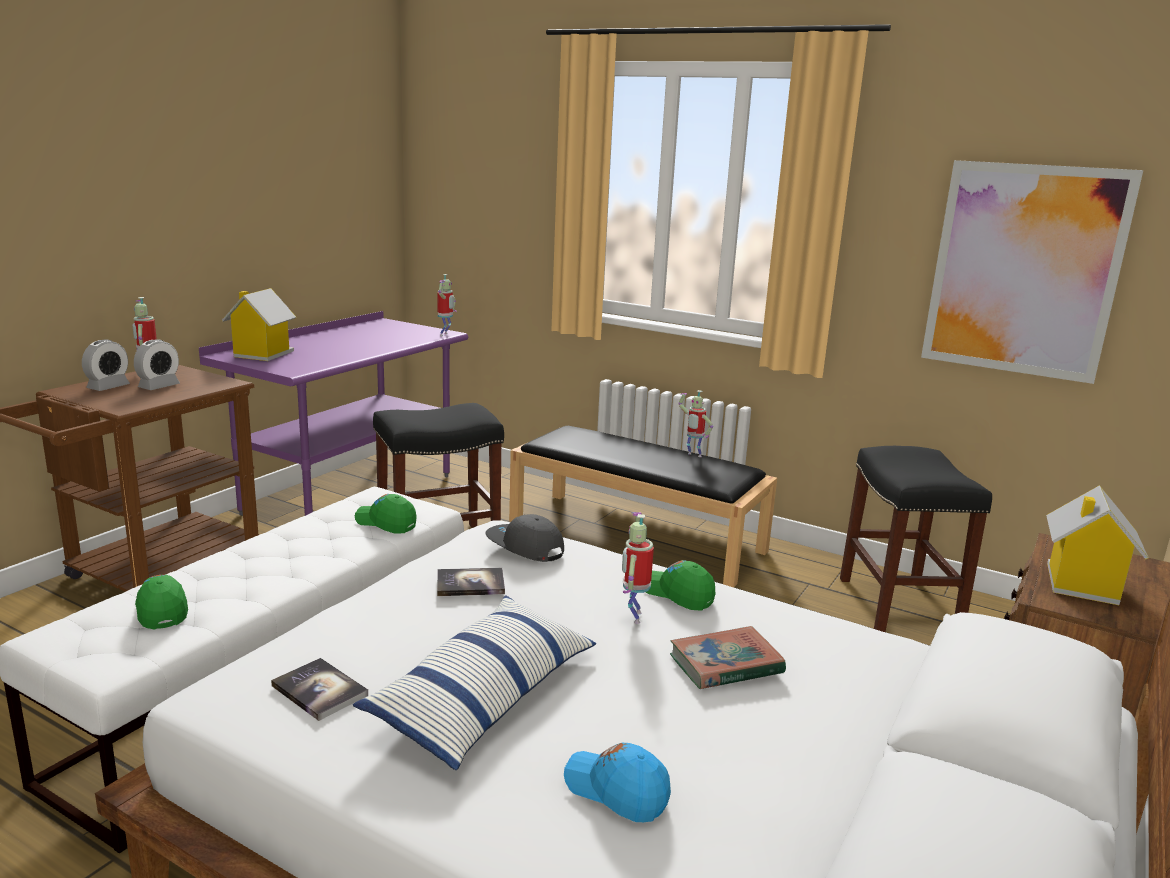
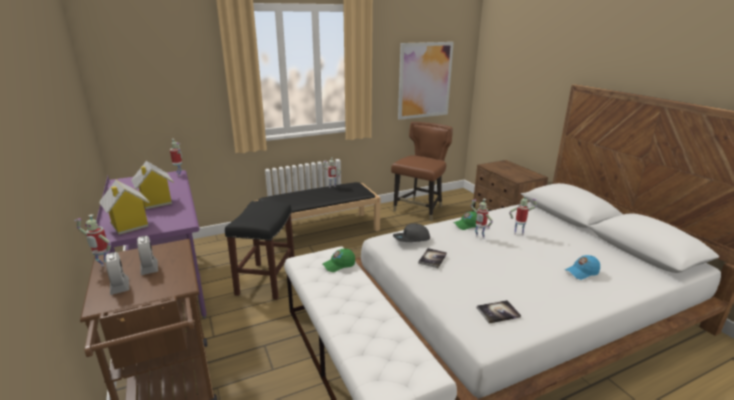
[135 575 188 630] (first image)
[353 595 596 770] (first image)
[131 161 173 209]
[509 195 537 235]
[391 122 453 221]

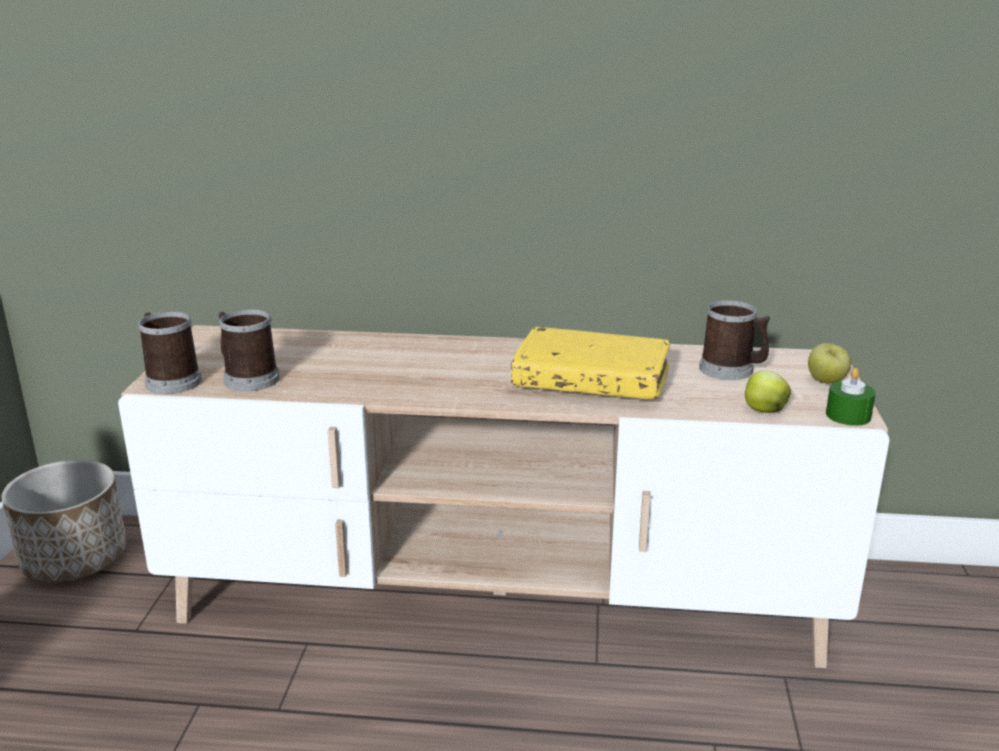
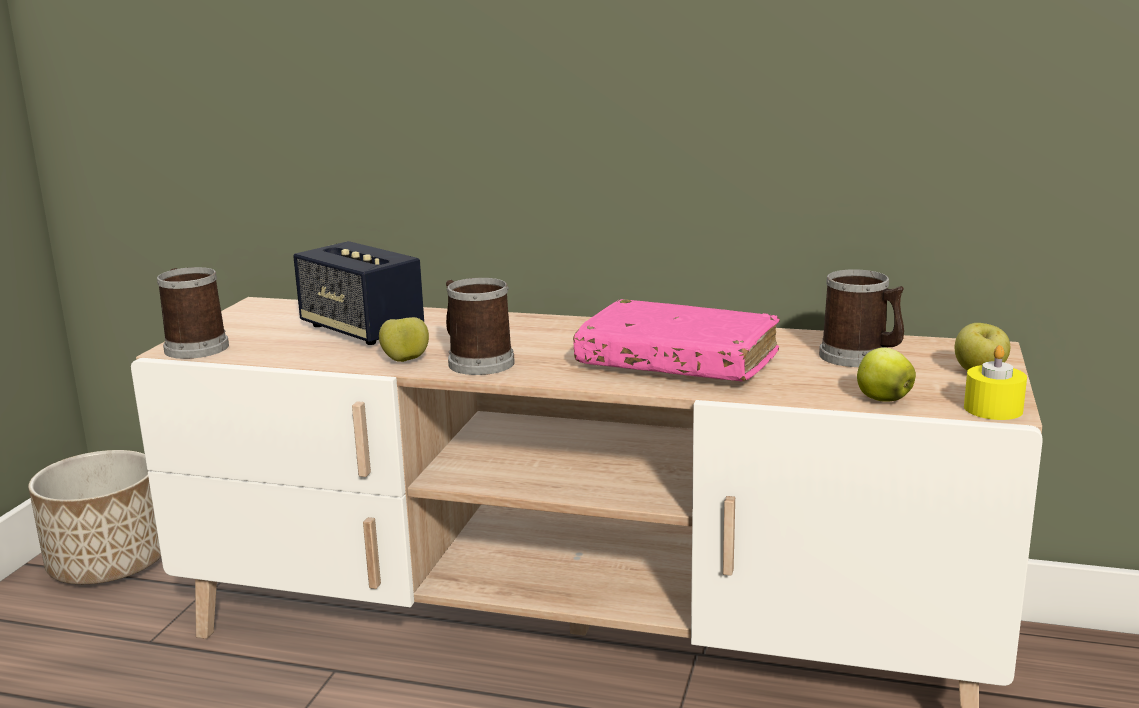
[293 241 424 345]
[379 317 429 362]
[446 278 515 375]
[573 299 780 382]
[964 345 1027 420]

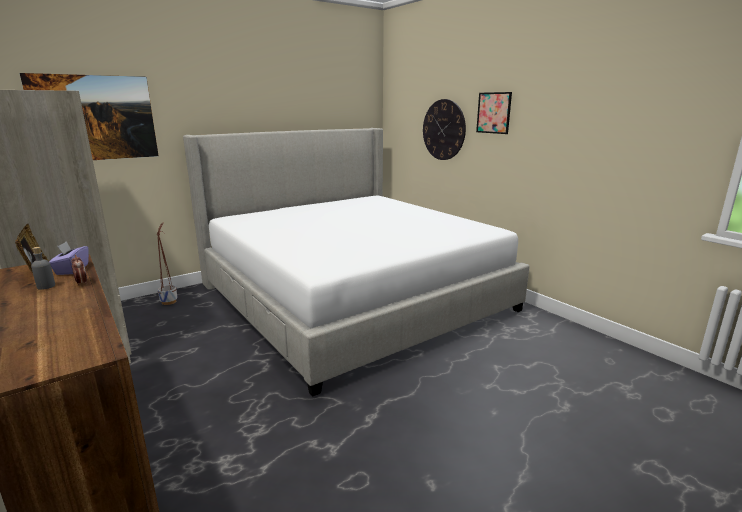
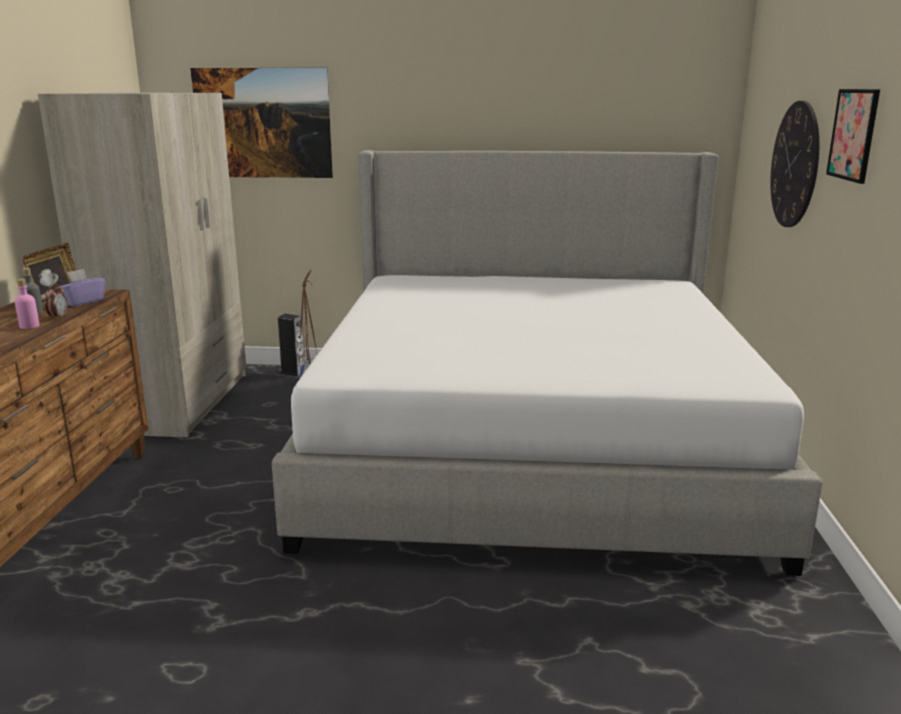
[15 279 40 329]
[278 314 305 377]

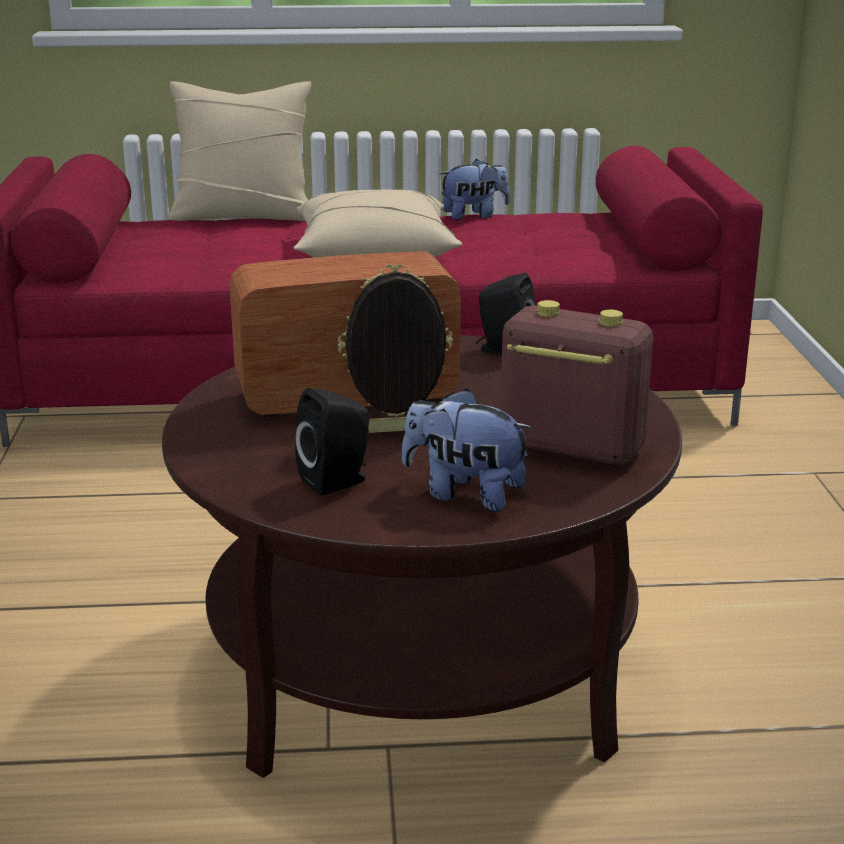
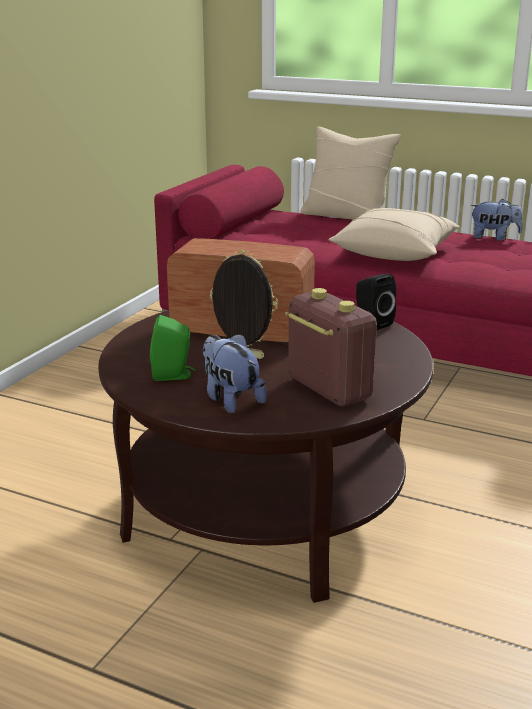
[150 315 195 381]

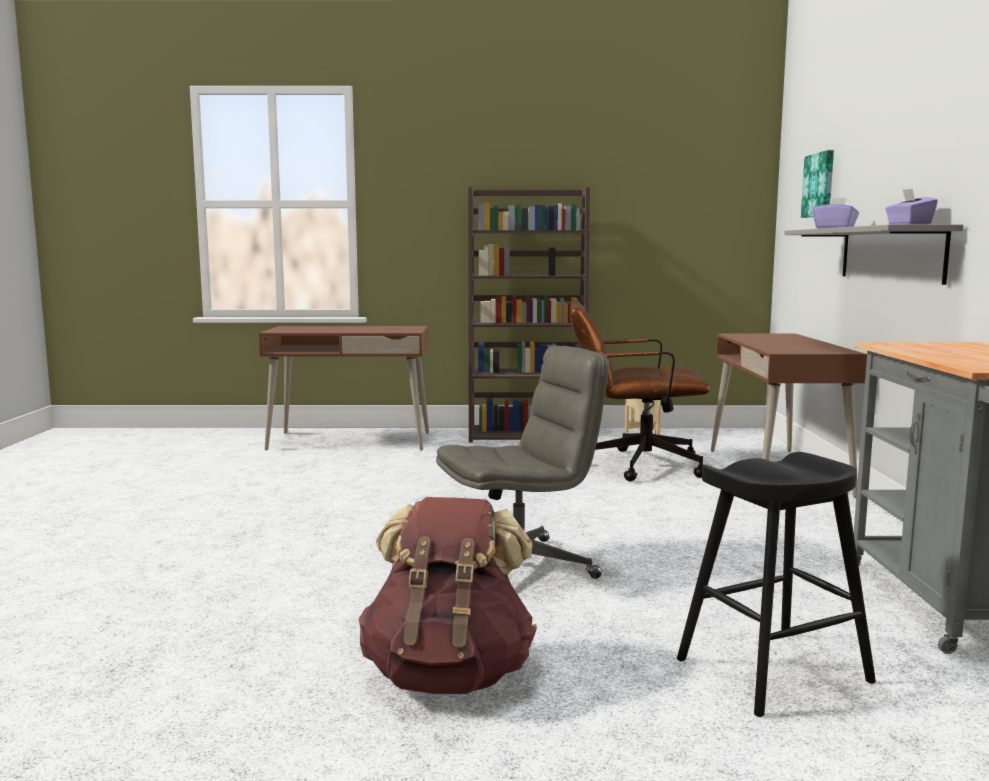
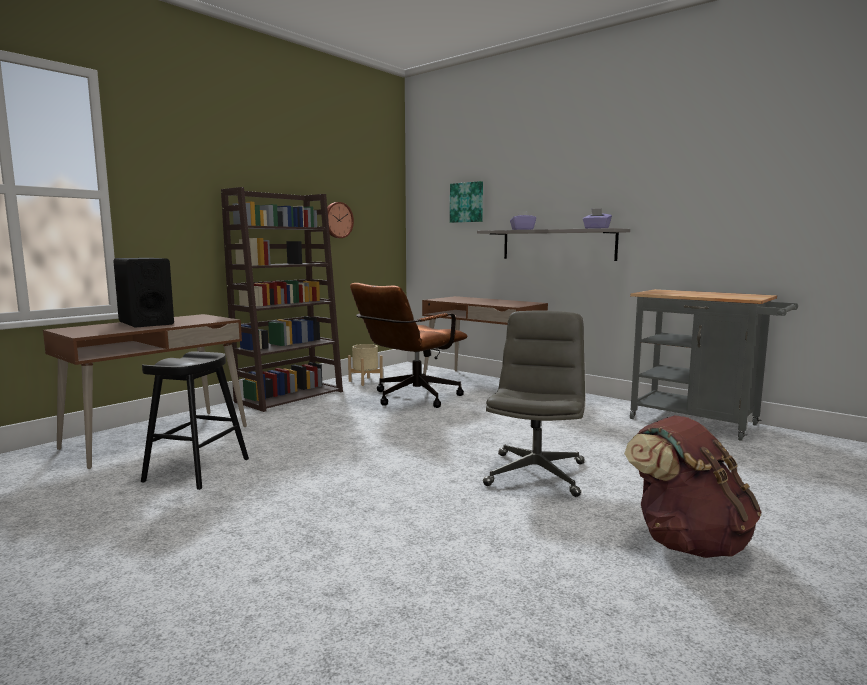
[113 258 174 328]
[327 202 354 238]
[141 351 249 490]

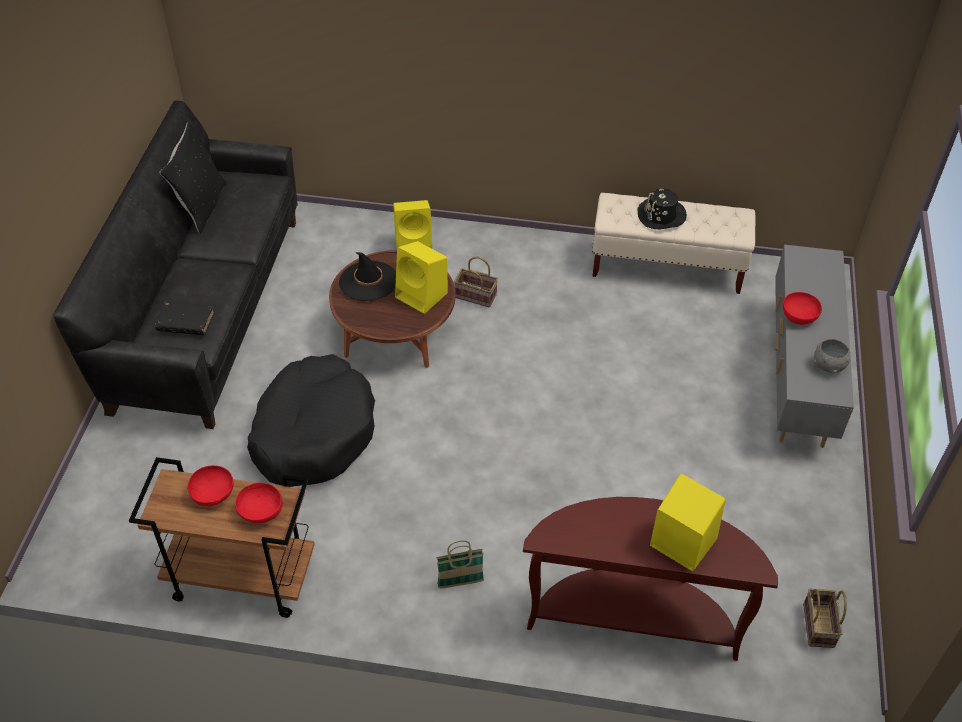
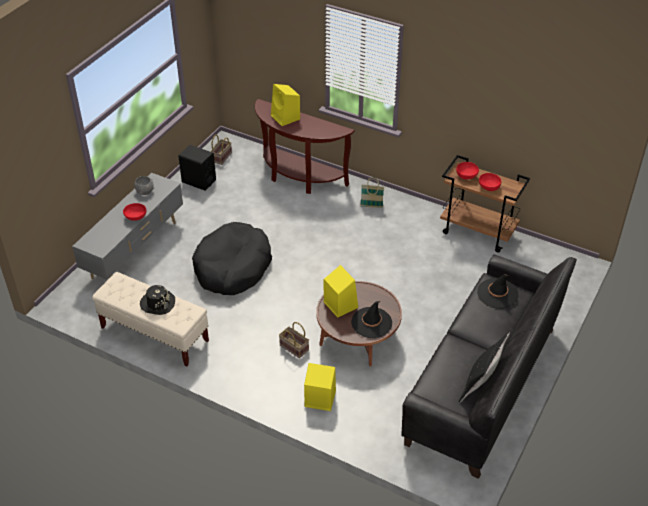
[178 145 216 191]
[192 222 272 295]
[477 274 518 309]

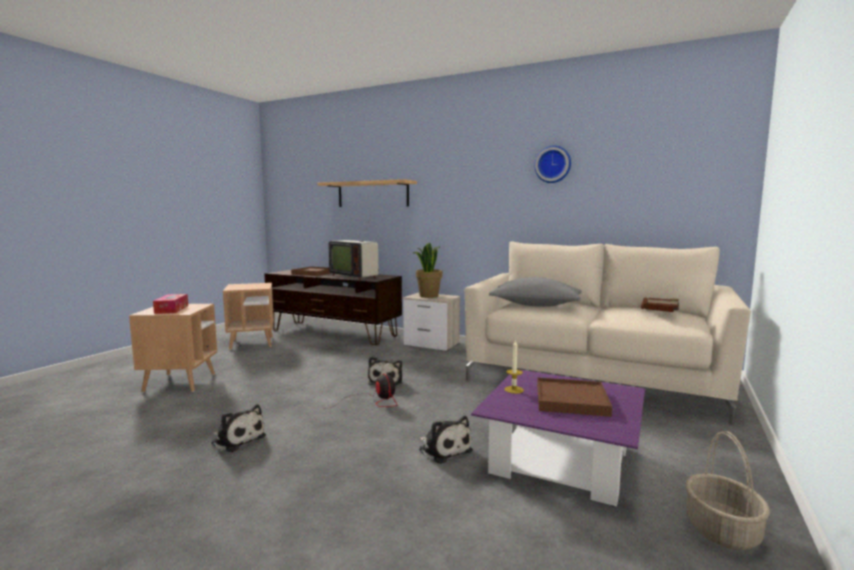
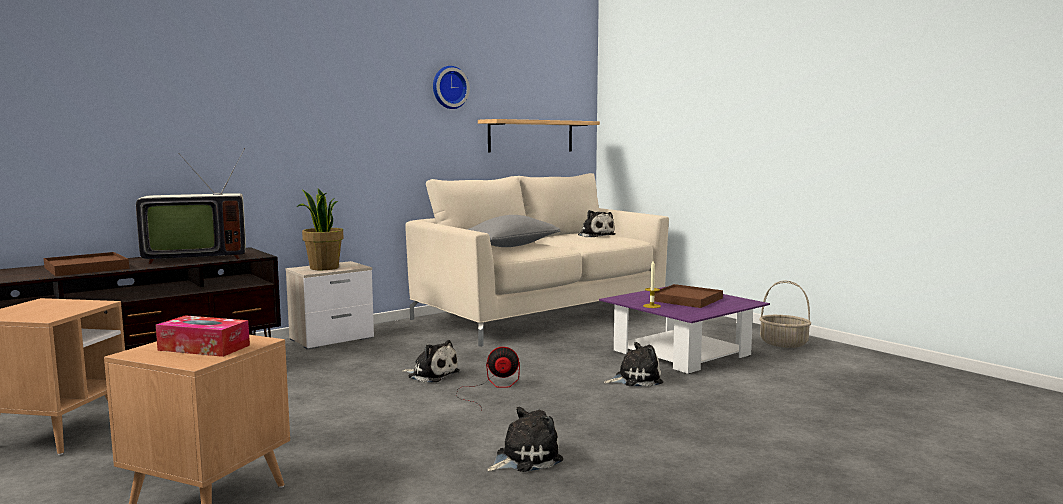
[478 119 600 152]
[577 210 615 237]

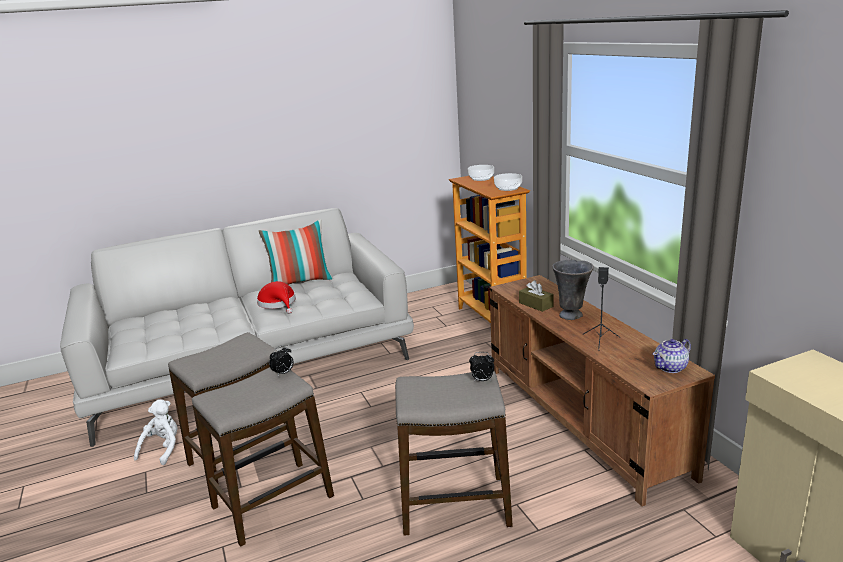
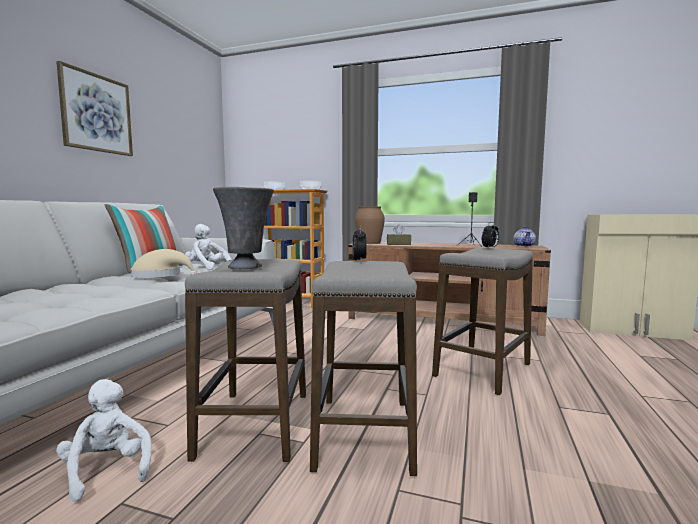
[56 61 133 156]
[185 224 232 270]
[355 206 385 244]
[213 187 274 269]
[130 249 197 278]

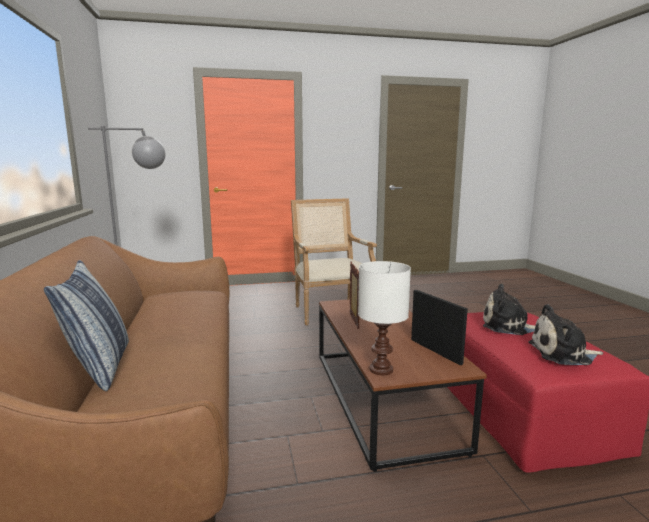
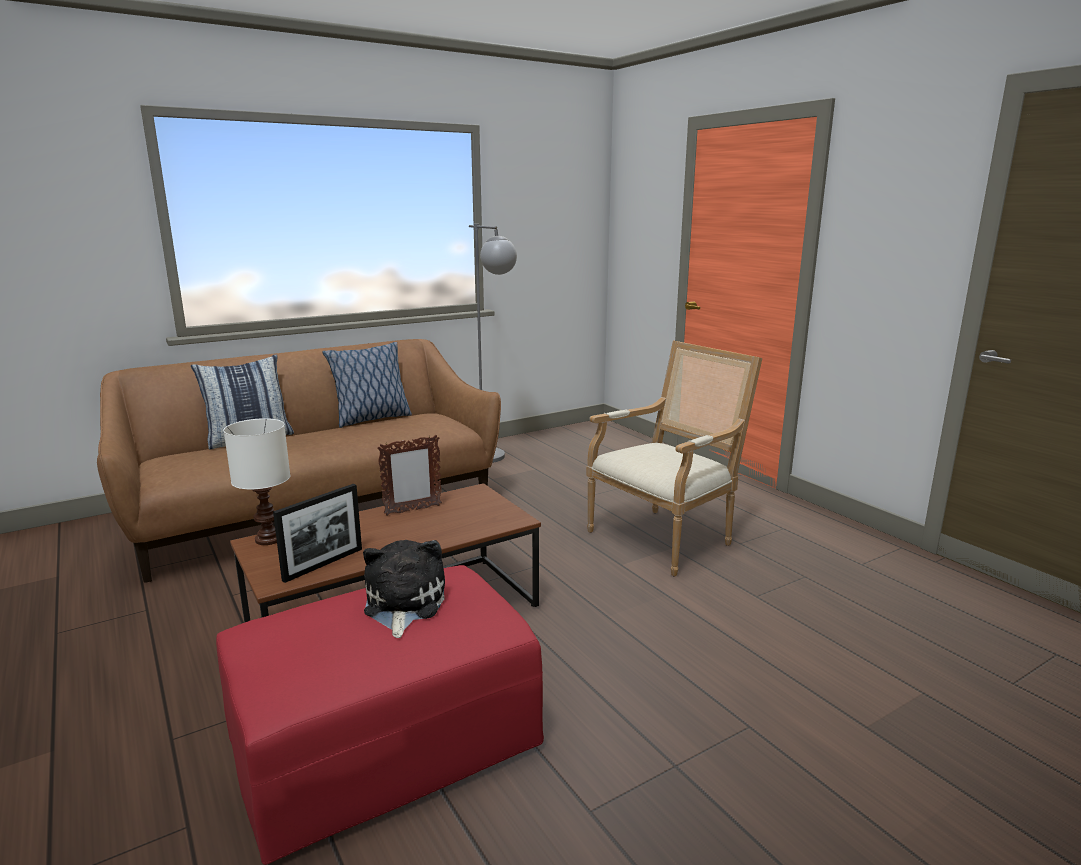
[528 304 603 365] (first image)
[322 342 412 428]

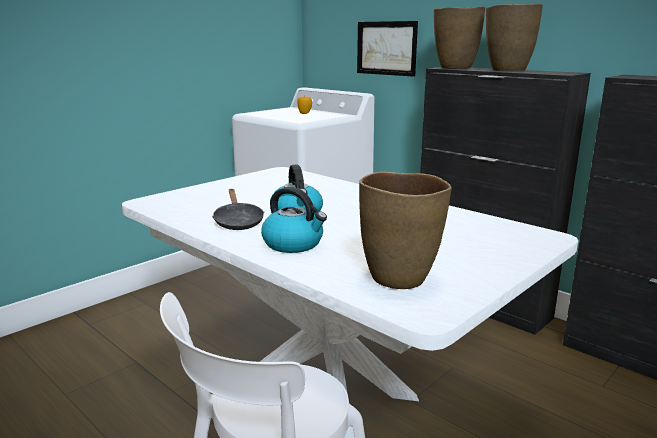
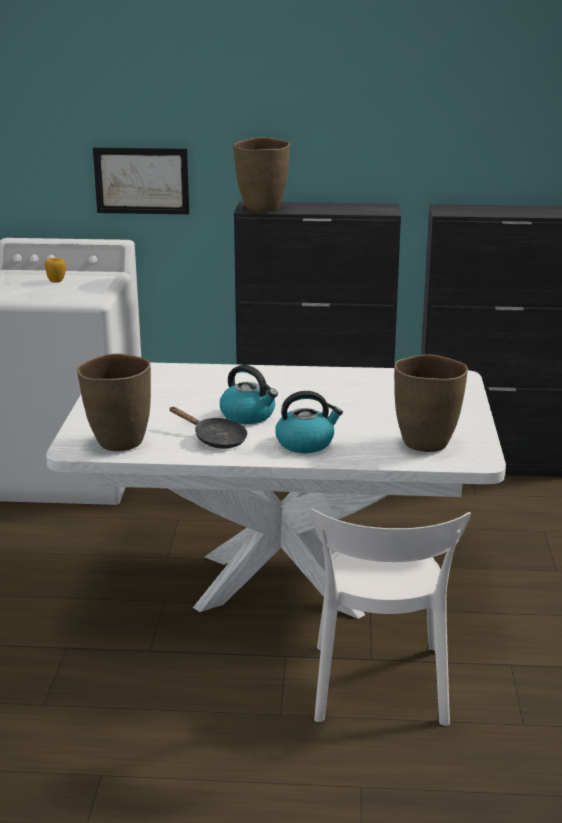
[77 353 151 451]

